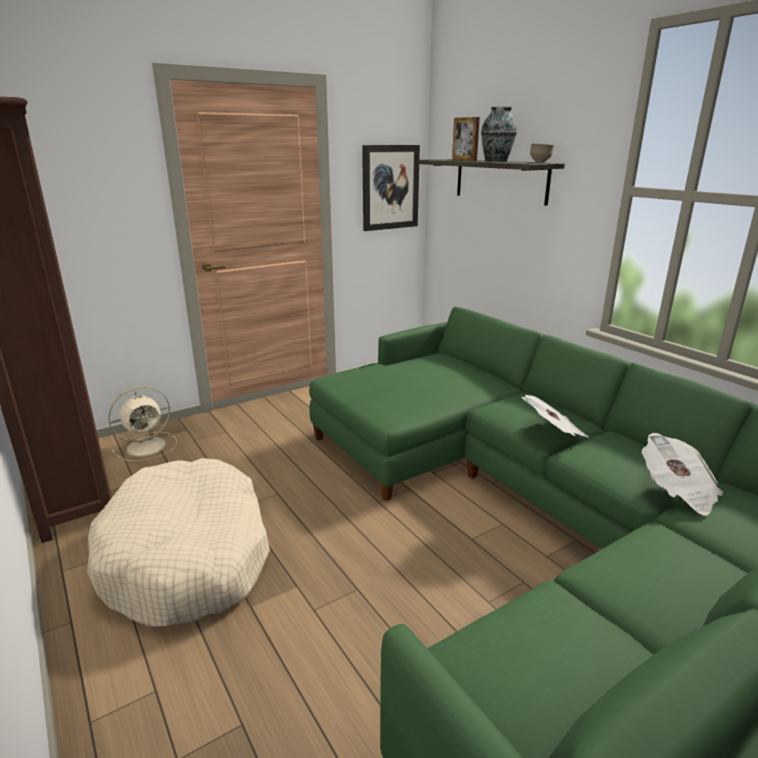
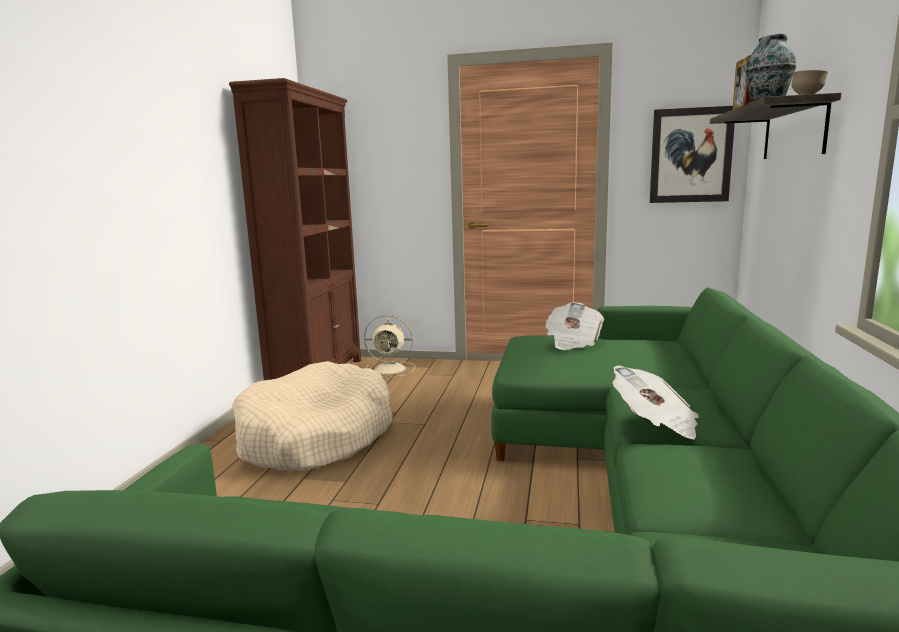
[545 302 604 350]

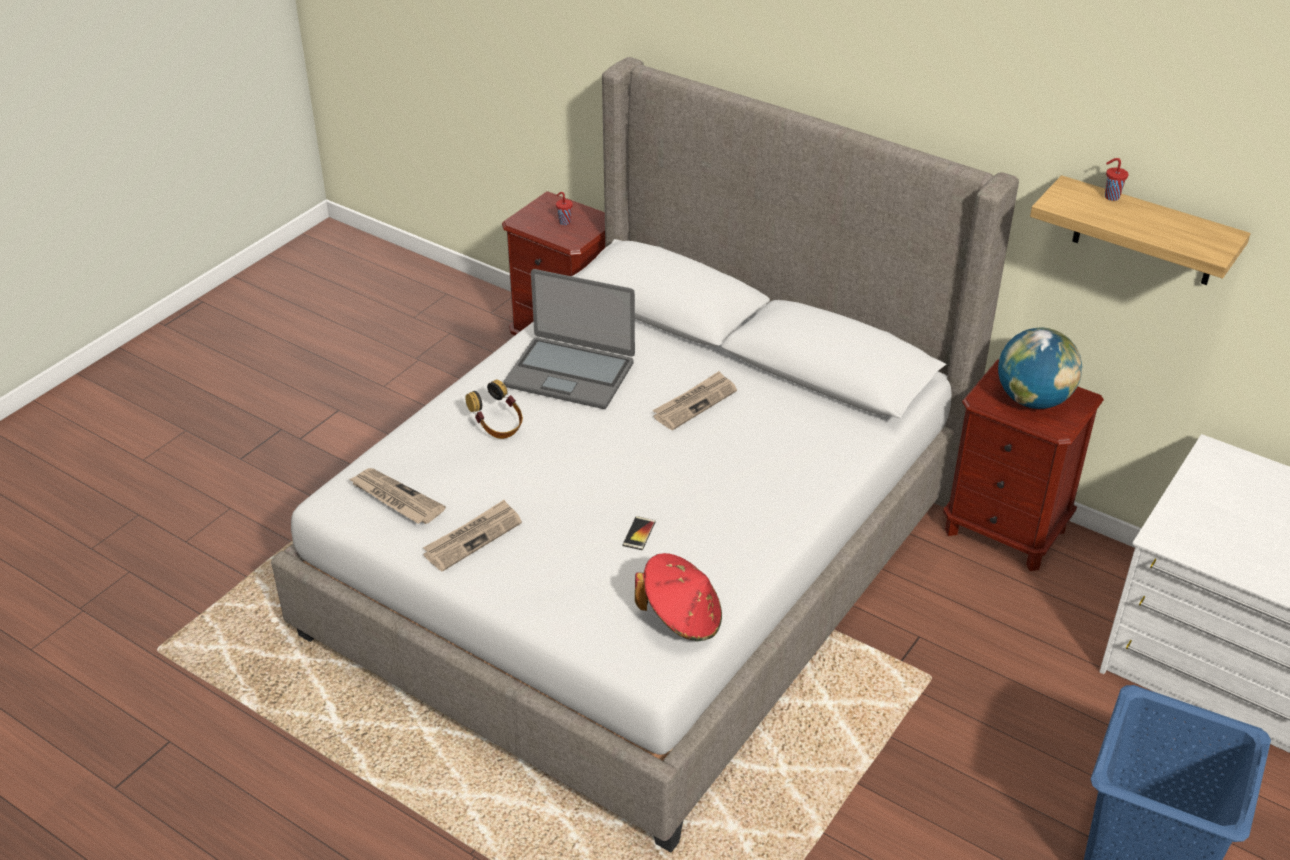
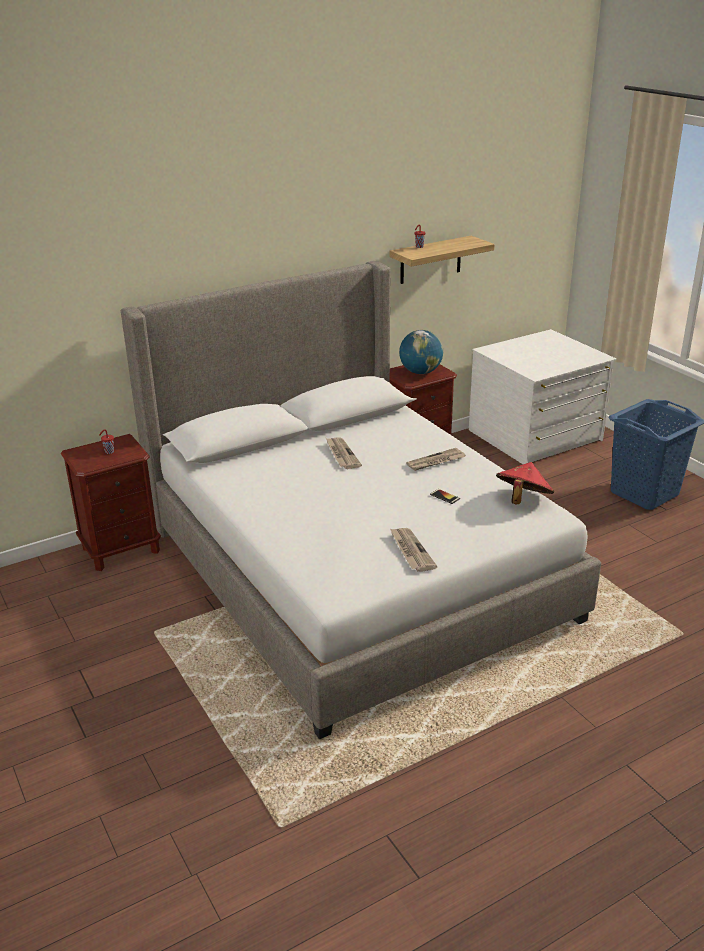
[465 379 523 439] (first image)
[504 269 635 409] (first image)
[406 448 465 471]

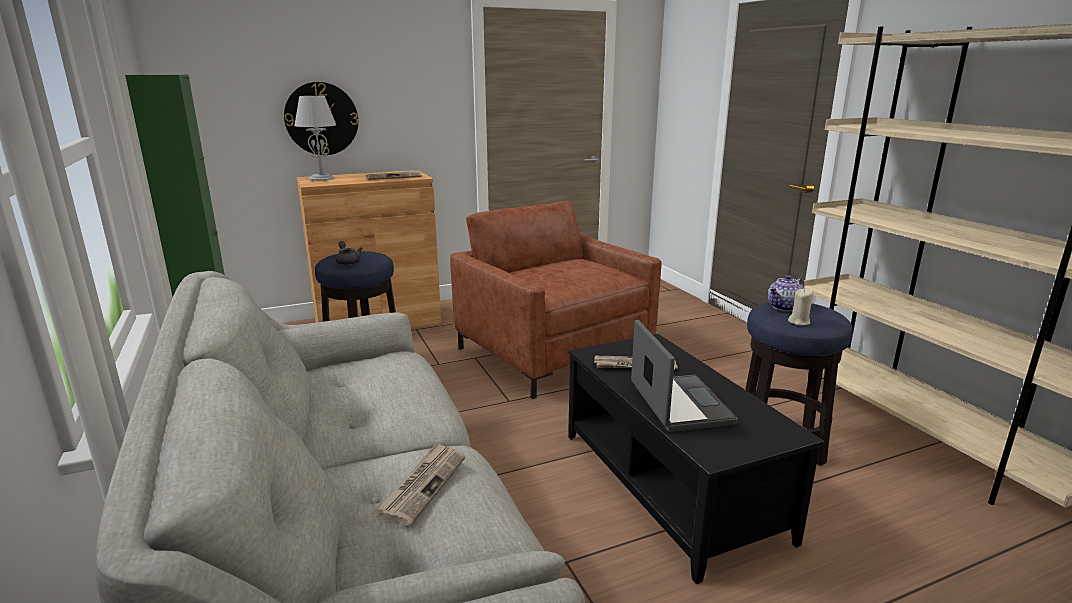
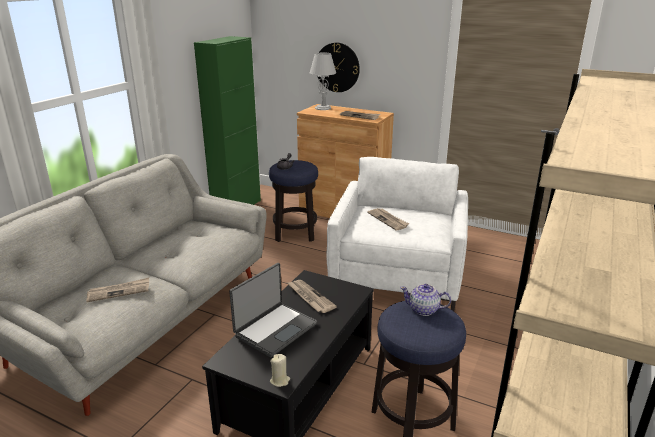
[368 208 409 230]
[270 354 290 387]
[326 157 468 311]

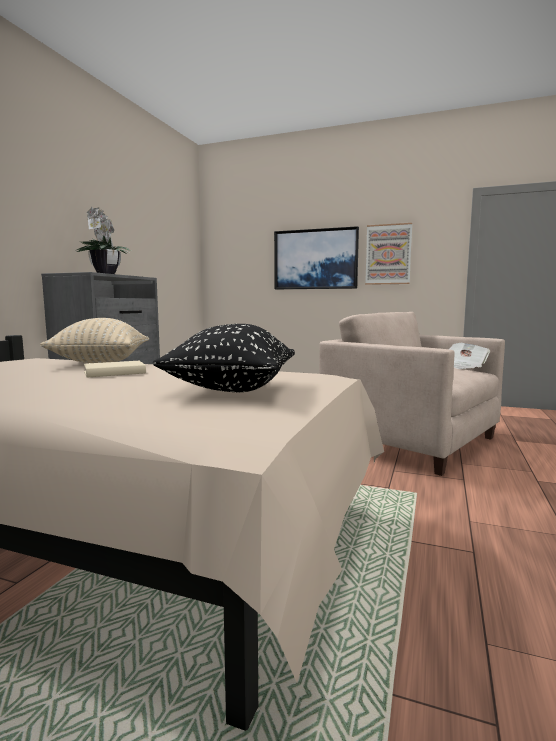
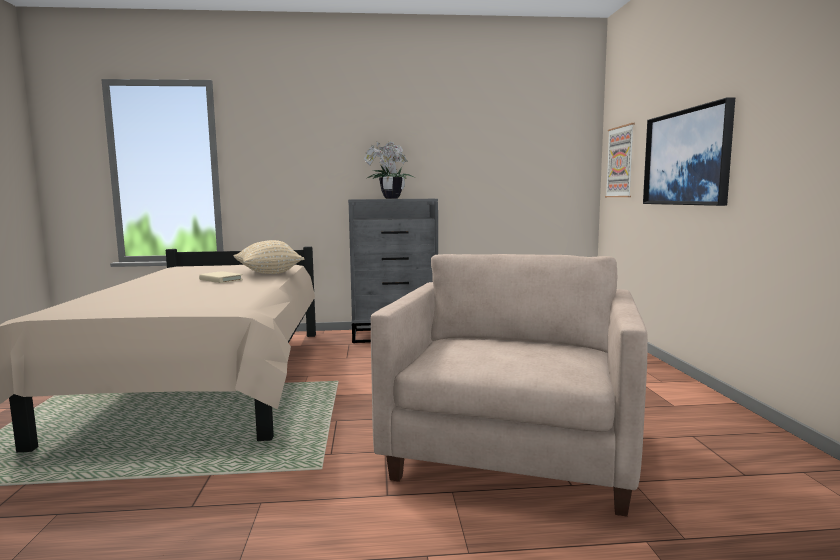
[153 324 295 392] (first image)
[449 343 490 369] (first image)
[605 123 635 197]

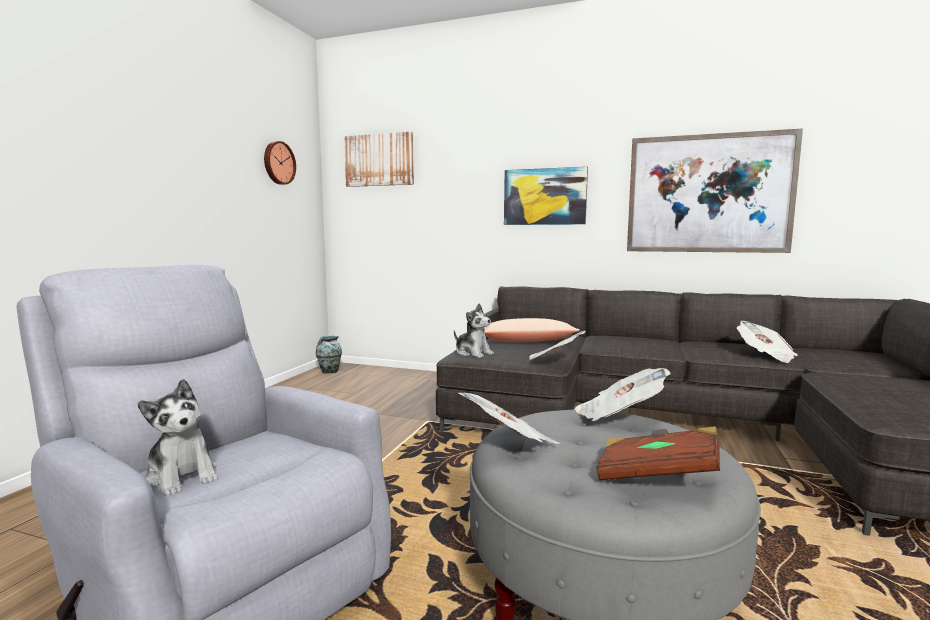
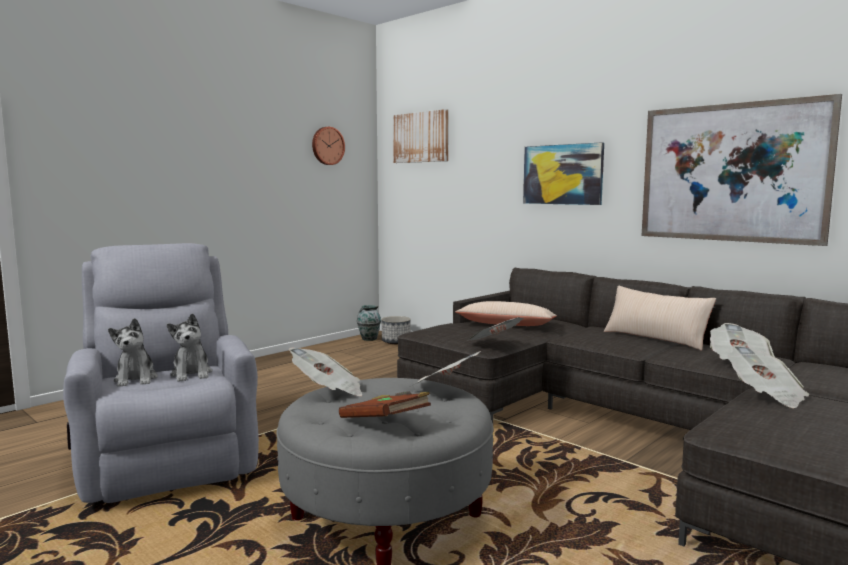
[382 316 410 344]
[604 286 716 351]
[728 345 809 408]
[167 313 212 382]

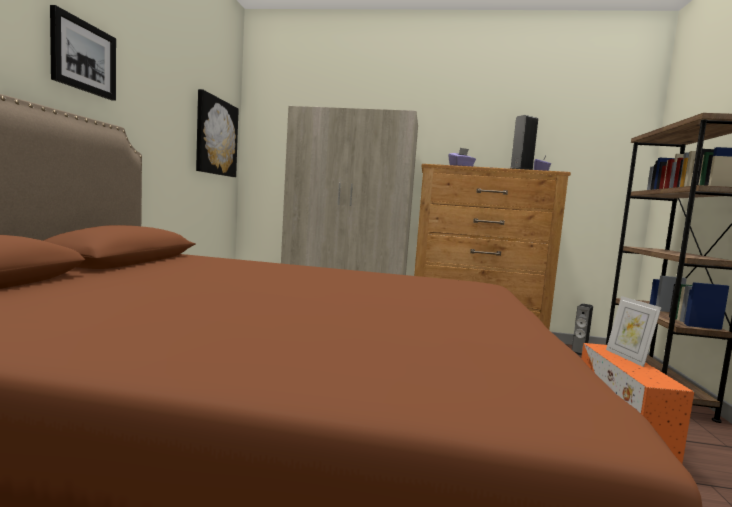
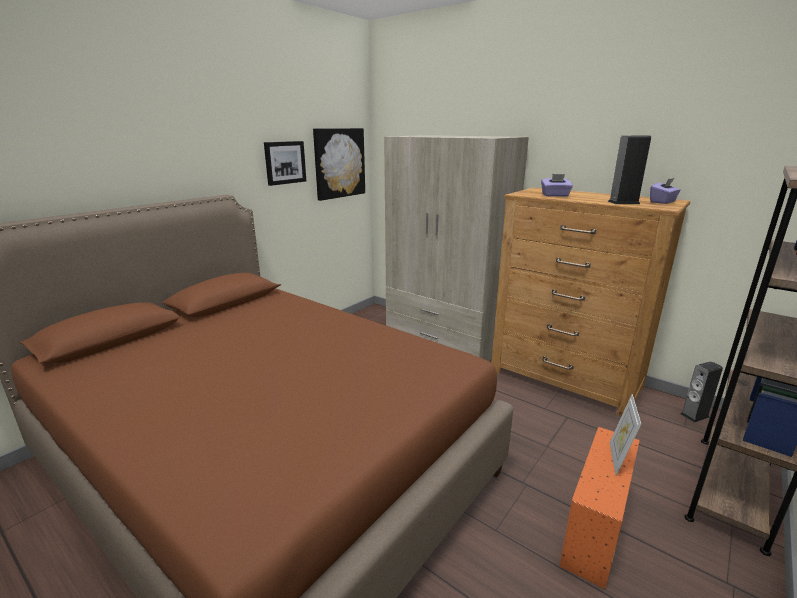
[264 141 306 186]

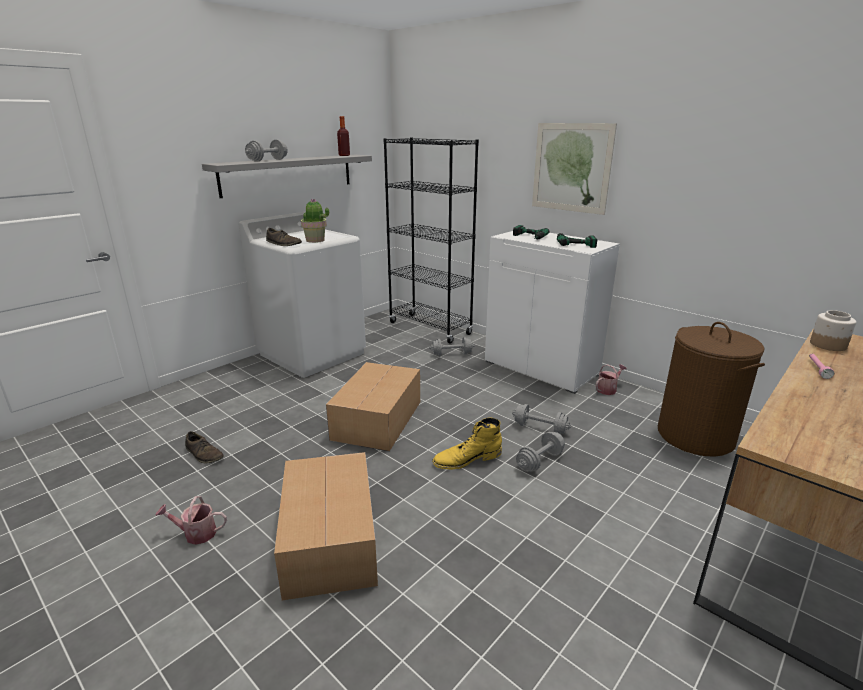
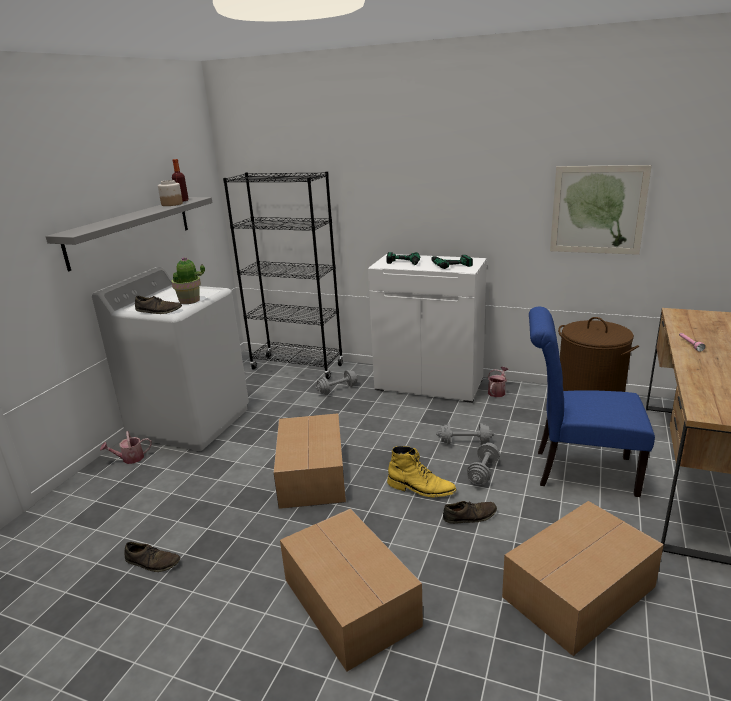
[245 140 288 162] (first image)
[443 501 497 524]
[502 501 664 656]
[529 307 655 497]
[100 431 152 464]
[550 165 652 255]
[158 180 183 206]
[387 446 457 498]

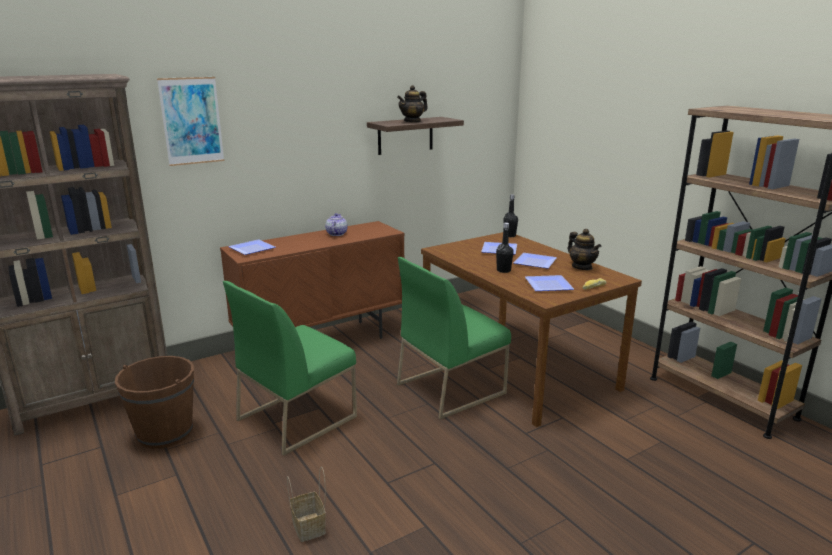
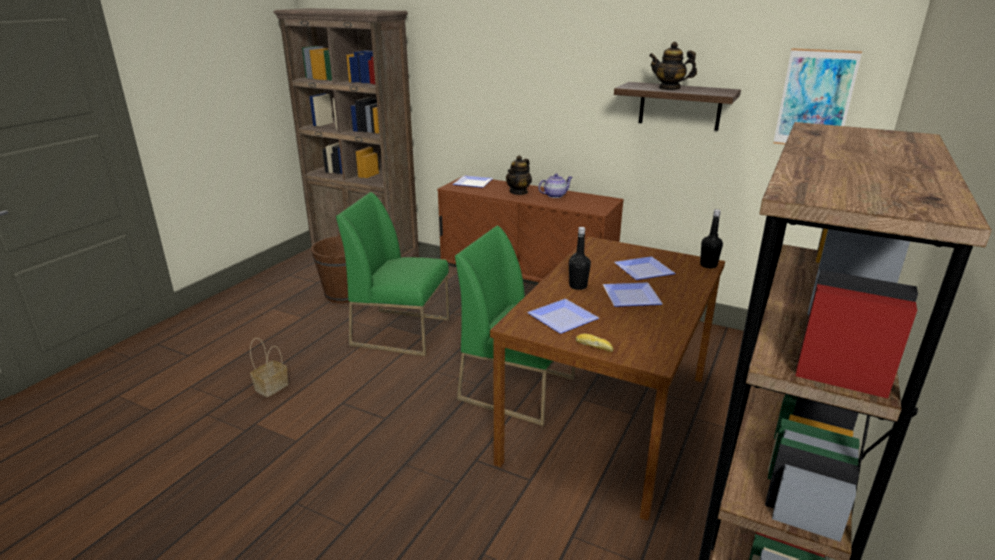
[773 48 862 145]
[506 155 532 195]

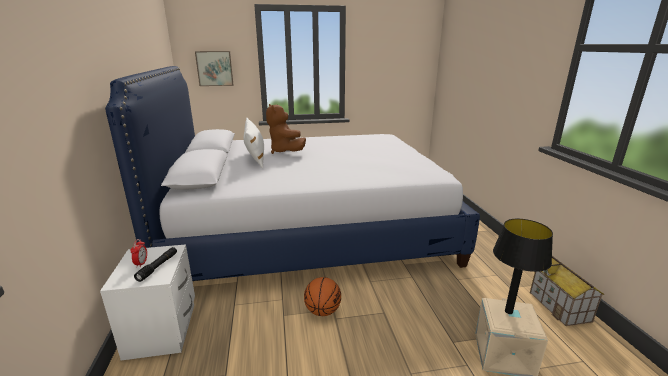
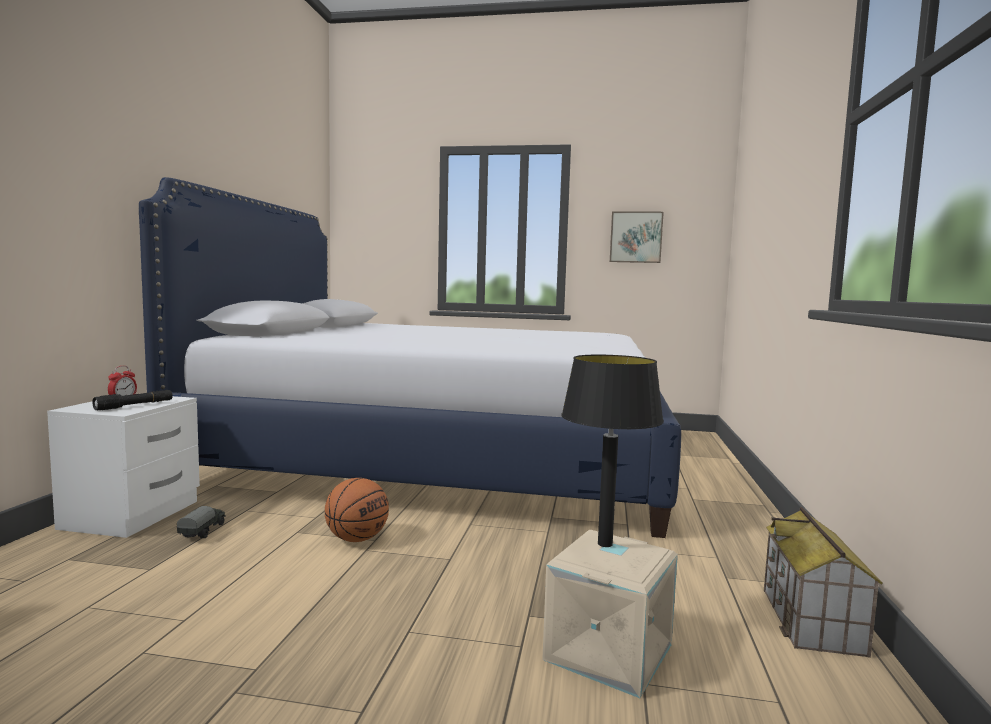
[243 118 264 168] (first image)
[266 104 306 154] (first image)
[177 506 226 538]
[610 211 664 263]

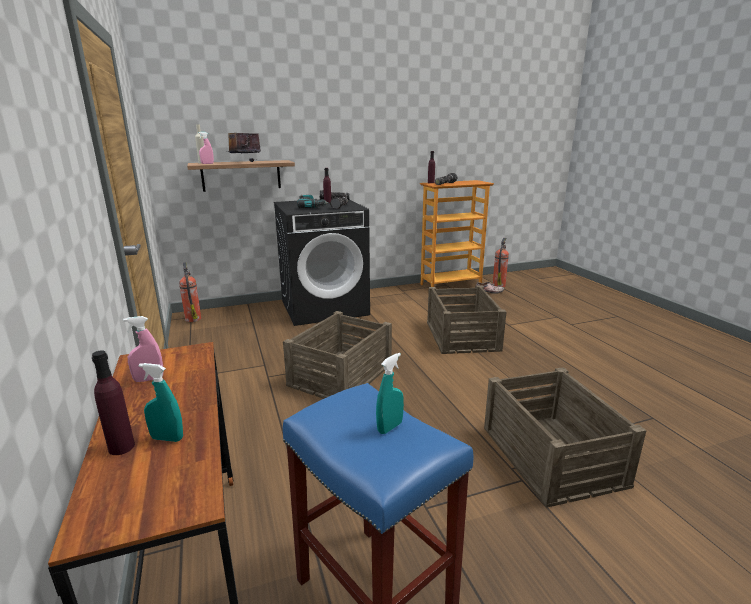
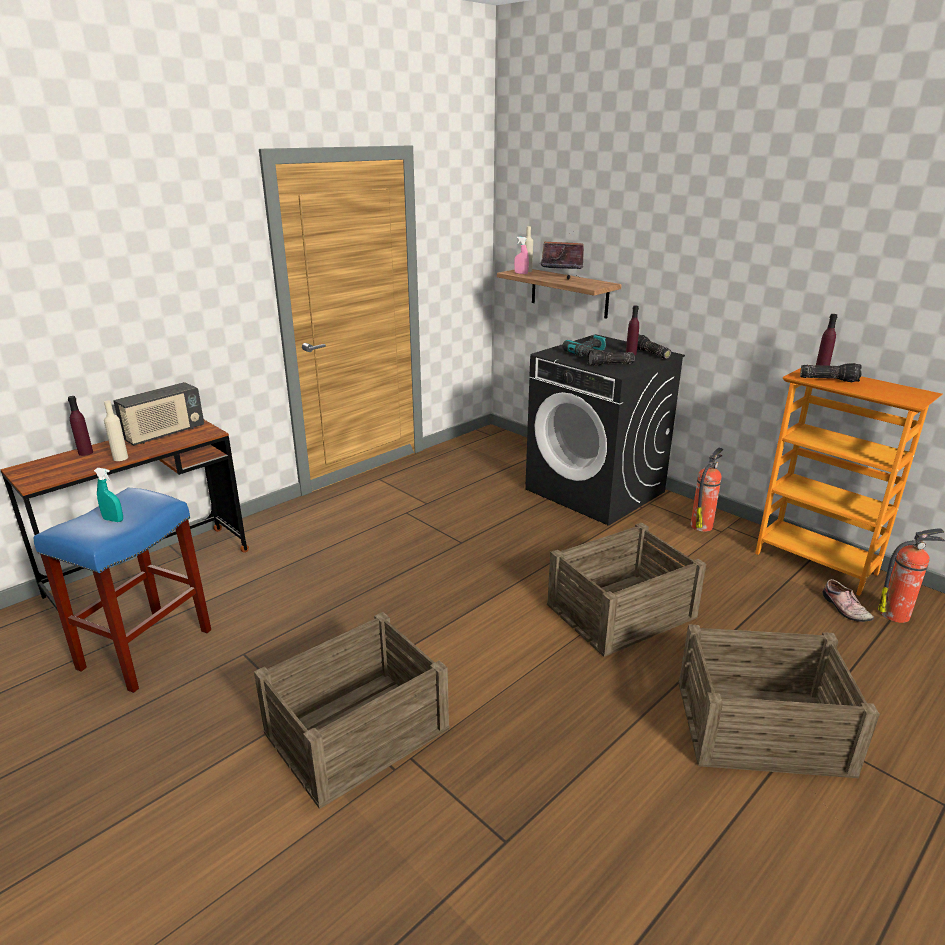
[139 363 183 442] (first image)
[104 400 128 461]
[690 448 723 532]
[678 624 880 778]
[113 382 204 445]

